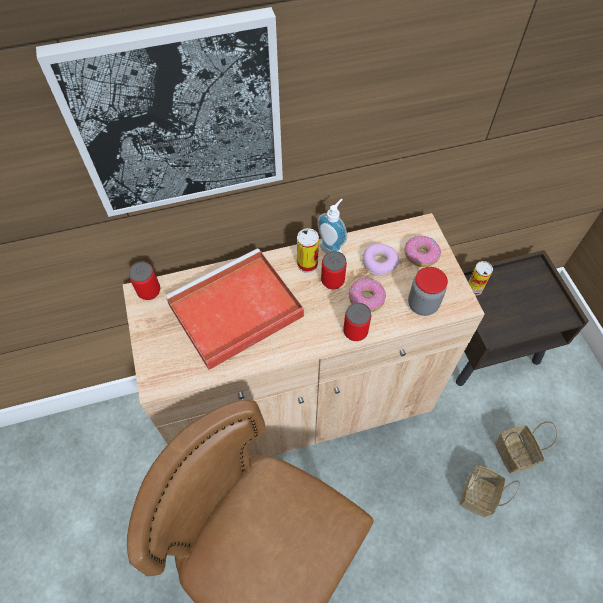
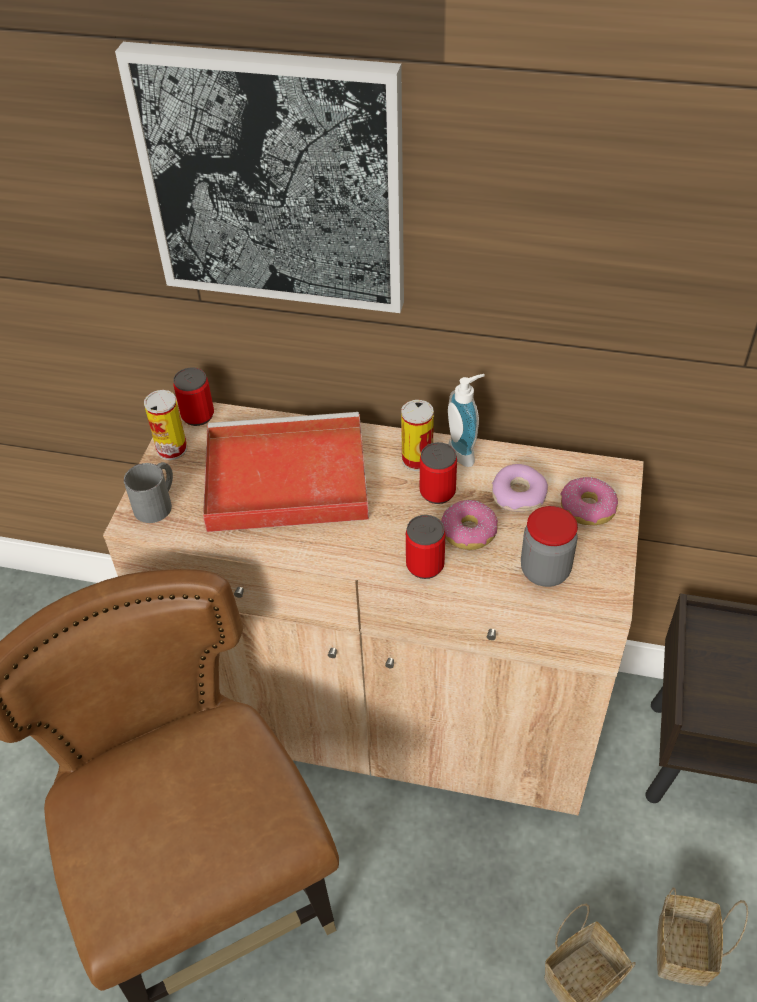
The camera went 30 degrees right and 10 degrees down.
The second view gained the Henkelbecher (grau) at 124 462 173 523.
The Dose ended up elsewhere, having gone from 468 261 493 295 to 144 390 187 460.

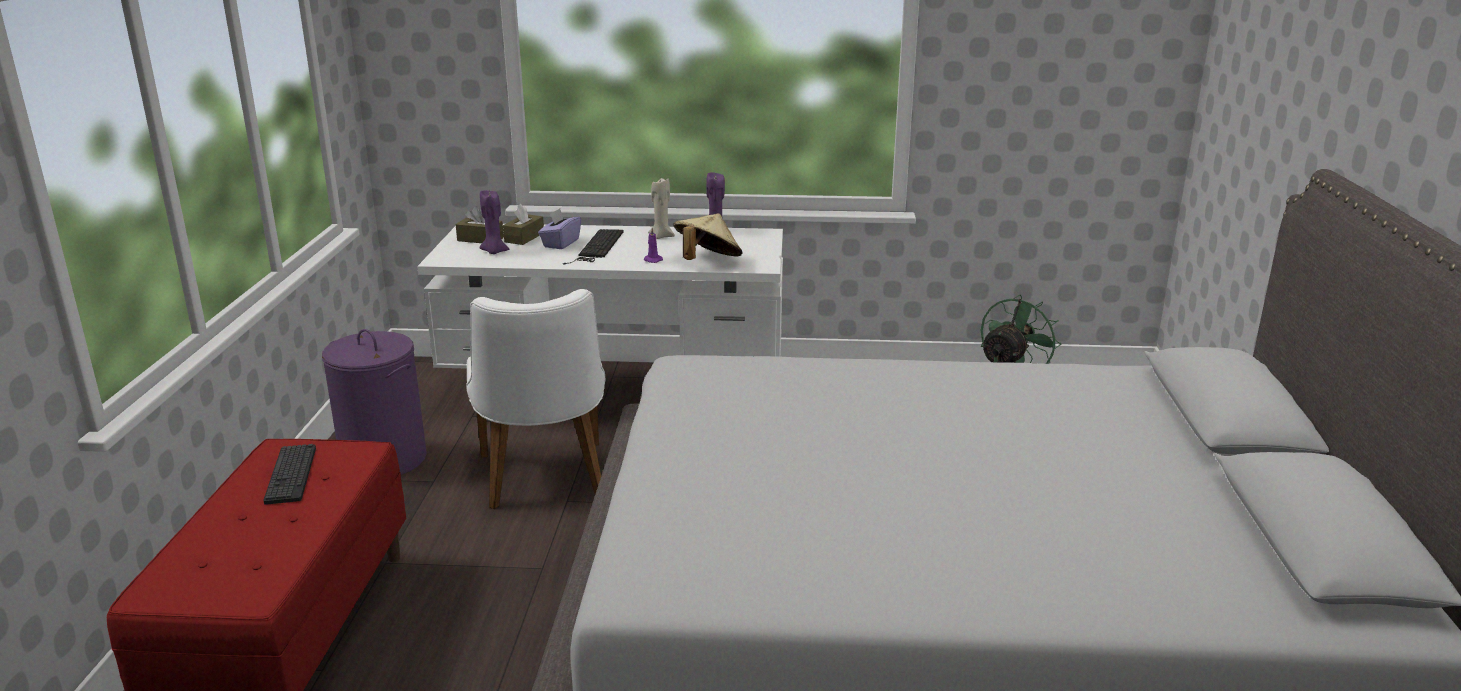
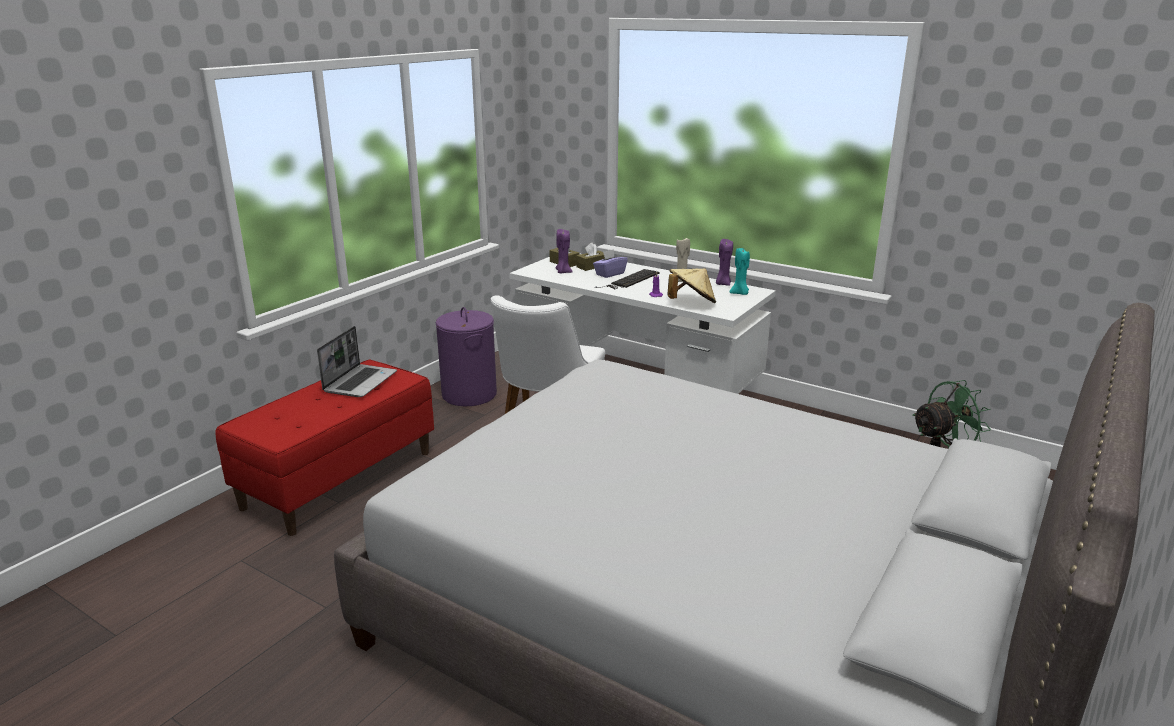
The camera went 30 degrees right and 0 degrees up.
The second view gained the Kerze (türkis) at 730 248 750 295.
Where the Tastatur stood at 263 444 316 505, the Laptop came to stand at 317 326 397 397.

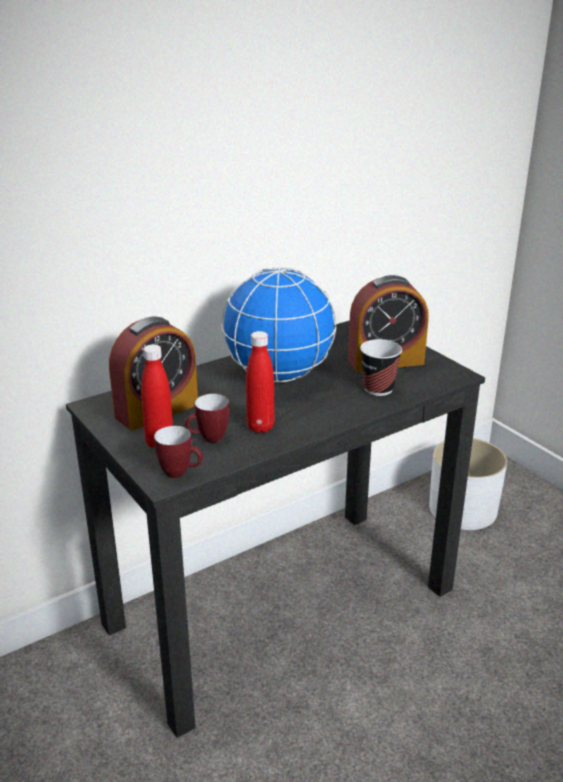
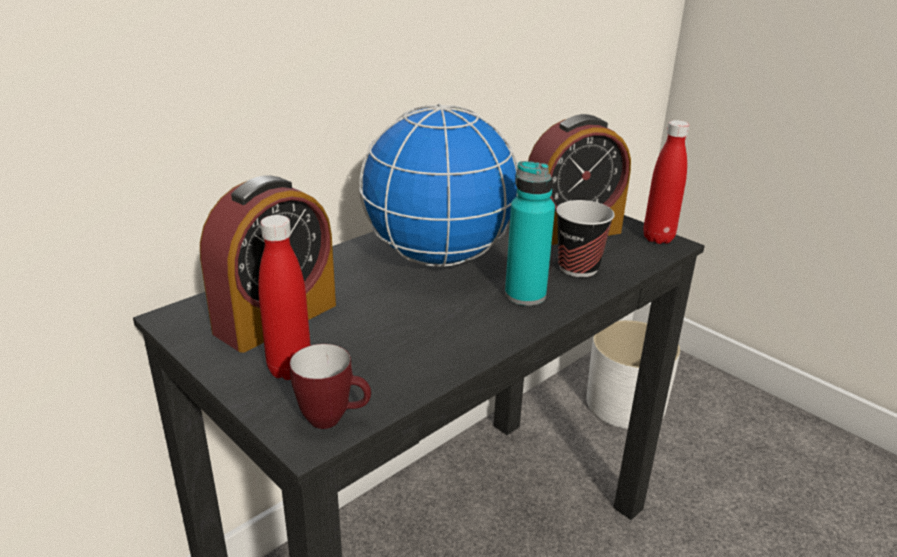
The camera went 10 degrees left and 0 degrees up.
The second view lost the Henkelbecher at 185 394 230 443.
The second view gained the Flasche (türkis) at 505 161 555 306.
The Flasche (rot) ended up elsewhere, having gone from 246 331 275 433 to 644 120 689 244.

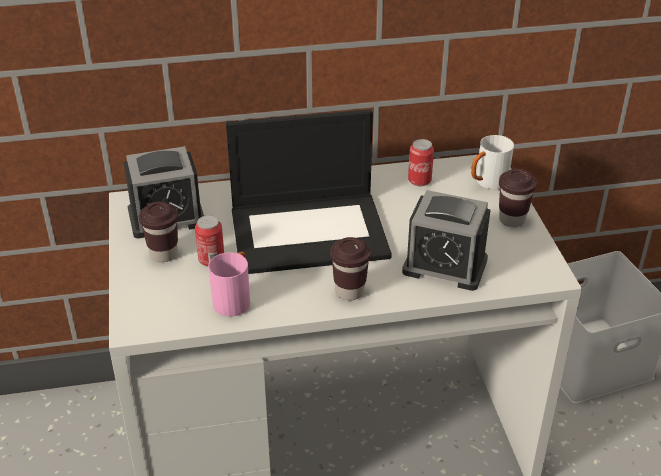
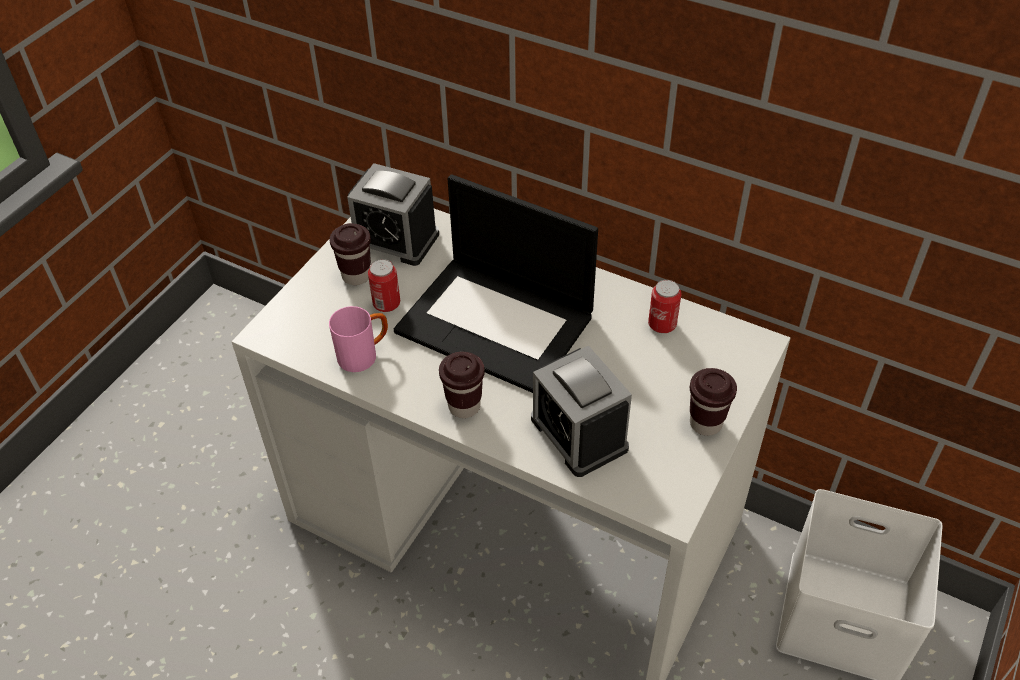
The camera went 40 degrees right and 10 degrees up.
The second view lost the Henkelbecher (weiß) at 471 135 514 189.

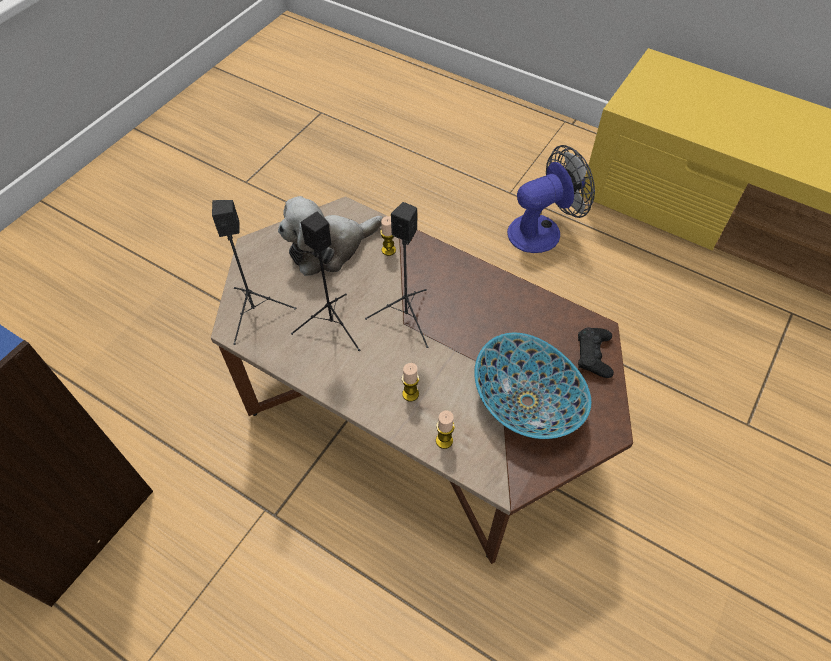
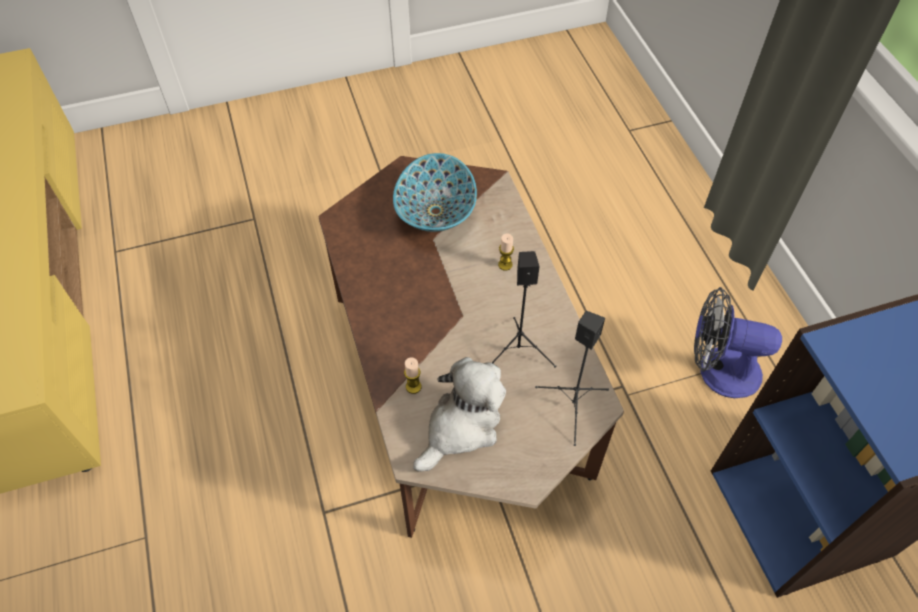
The camera went 140 degrees left and 0 degrees up.
The second view lost the Lautsprecher (schwarz) at 365 202 428 348.
The second view lost the Kerze at 436 410 455 449.
The second view lost the Gamepad (schwarz) at 578 327 614 378.
The Ventilator ended up elsewhere, having gone from 507 145 595 253 to 694 287 782 398.
The Plüschtier at 278 196 383 276 ended up facing another way, 60 degrees counterclockwise from before.

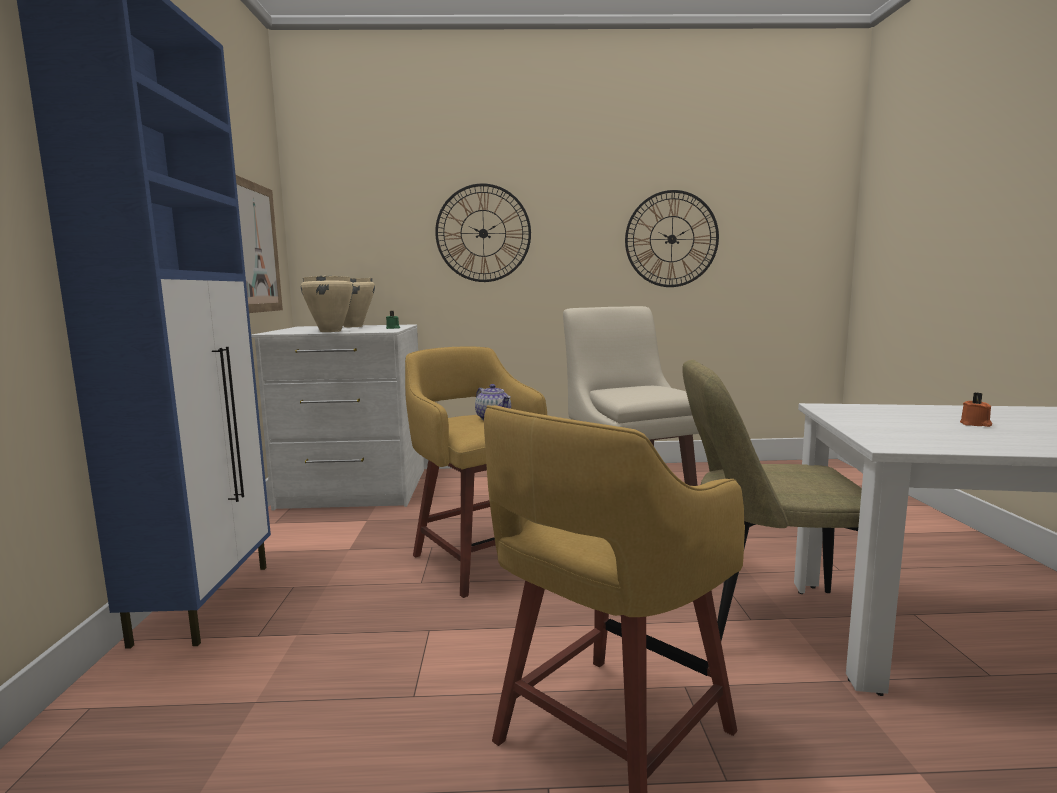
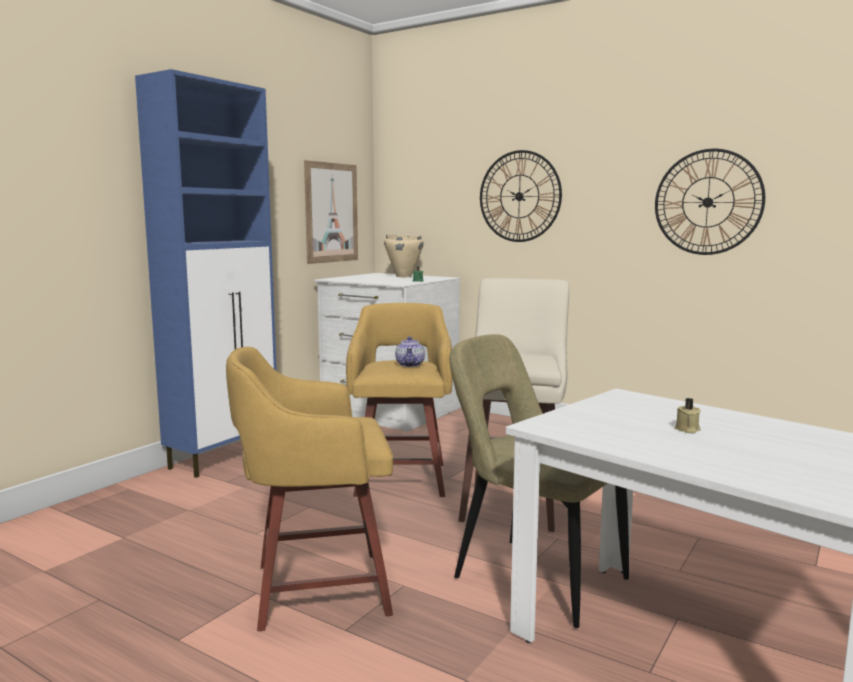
The camera went 35 degrees right and 0 degrees up.
The second view lost the Kochtopf (beige) at 301 275 354 332.
What was the Kerze (orange) at 960 393 992 427 turned into the Kerze (beige) at 675 398 701 433.

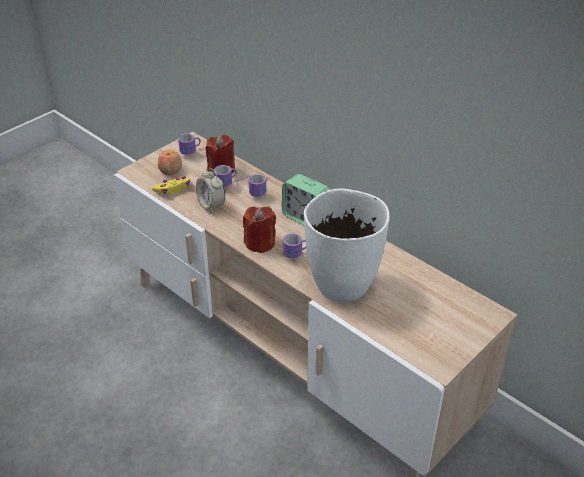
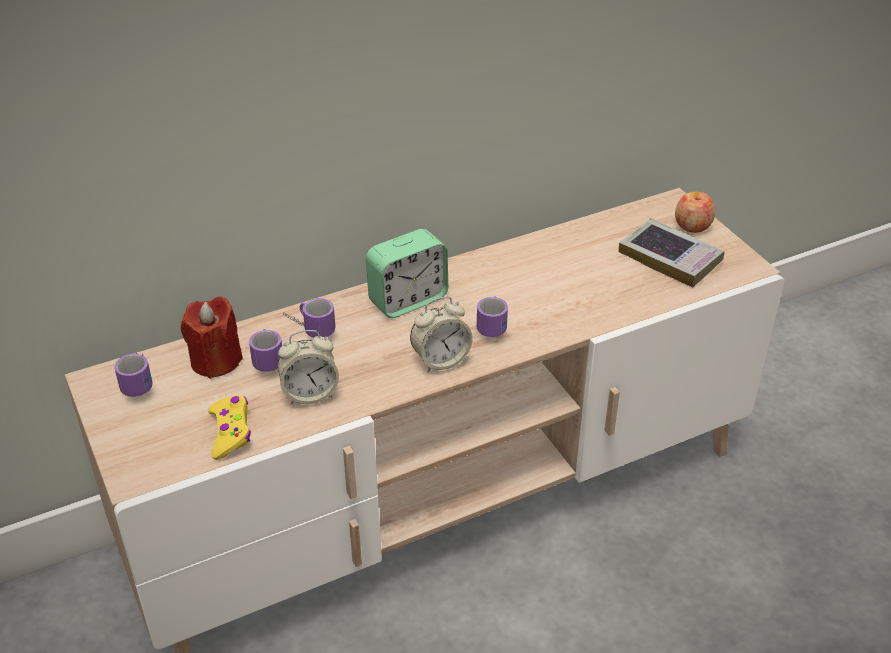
The camera went 70 degrees left and 0 degrees up.
The second view lost the Vase (weiß) at 304 189 390 303.
The second view gained the Buch at 619 218 725 287.
The Apfel ended up elsewhere, having gone from 158 150 182 175 to 675 192 715 233.
Where the Kerze (rot) stood at 243 206 276 253, the Wecker came to stand at 410 297 473 372.

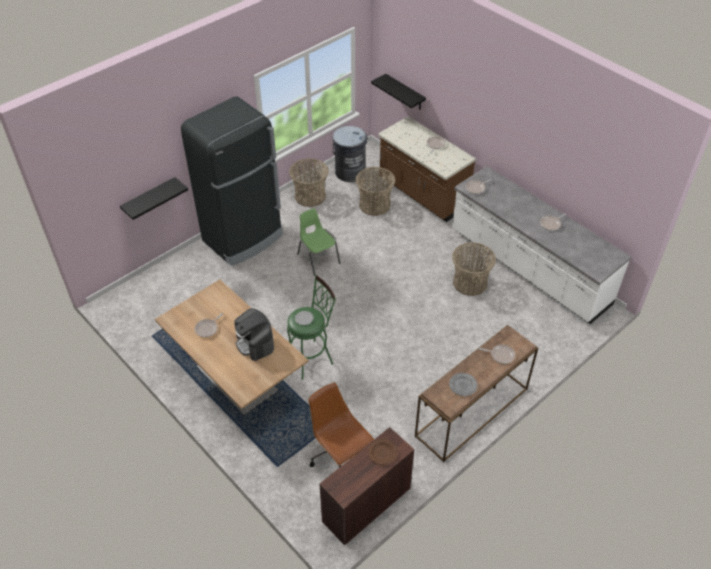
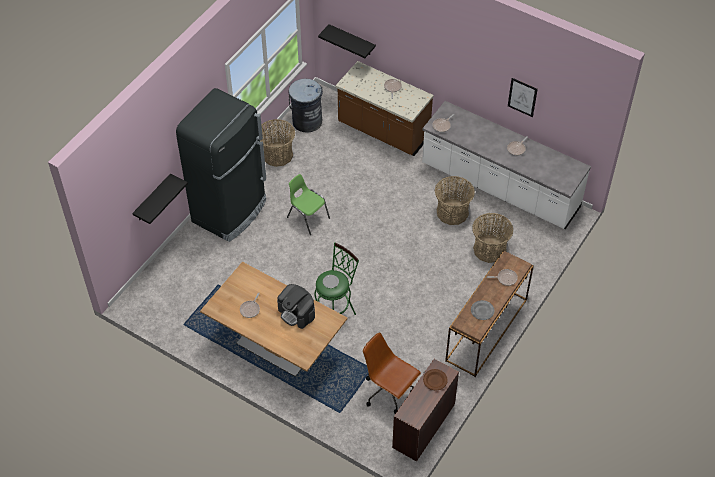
The camera went 15 degrees left and 5 degrees up.
The second view gained the Bild at 508 78 538 117.
The Korb ended up elsewhere, having gone from 355 167 396 216 to 472 213 513 263.

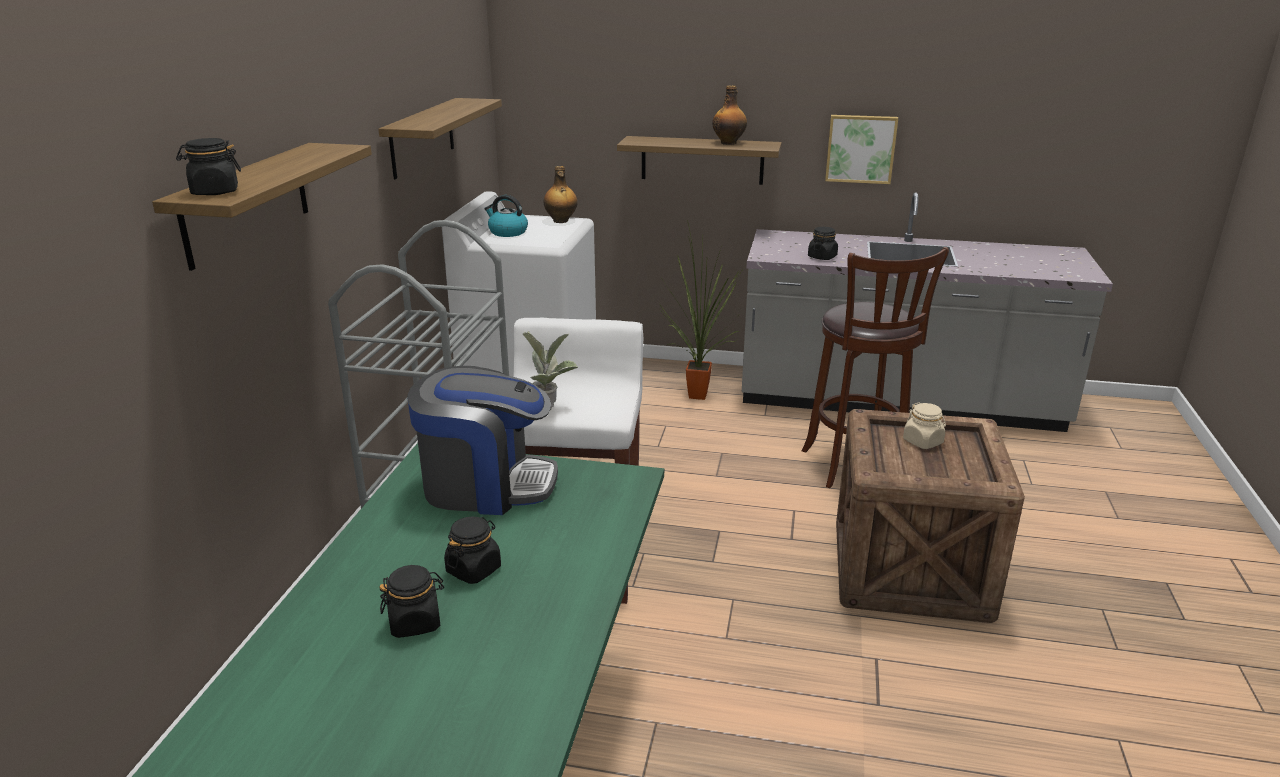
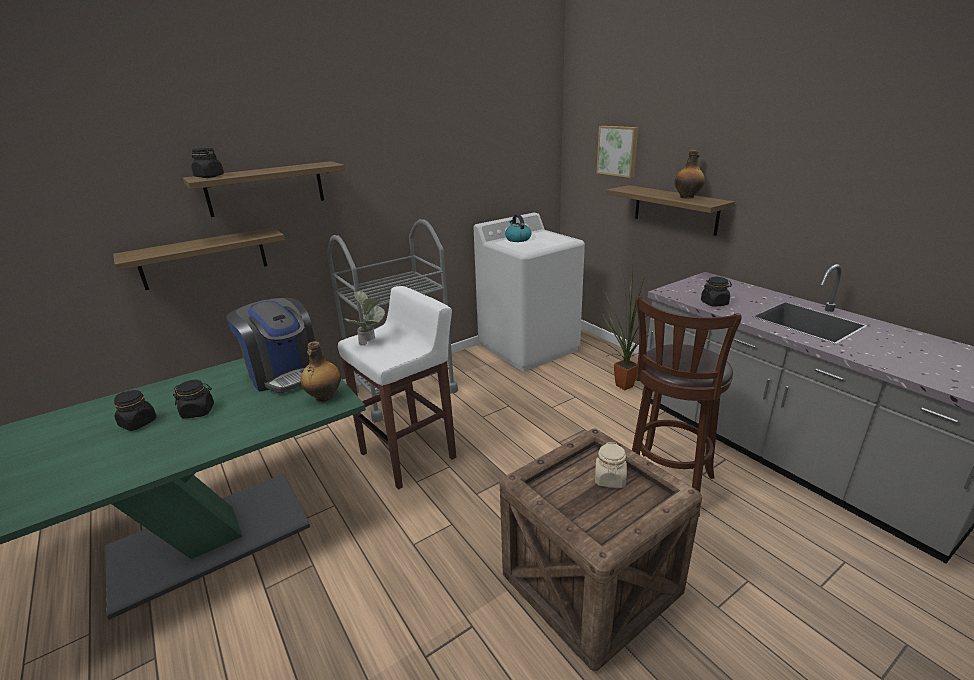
The camera went 45 degrees right and 0 degrees up.
The Wandregal ended up elsewhere, having gone from 378 98 502 179 to 113 227 285 290.
The Flasche ended up elsewhere, having gone from 543 166 578 223 to 301 342 341 402.
The Bild ended up elsewhere, having gone from 825 115 898 184 to 596 126 638 178.

